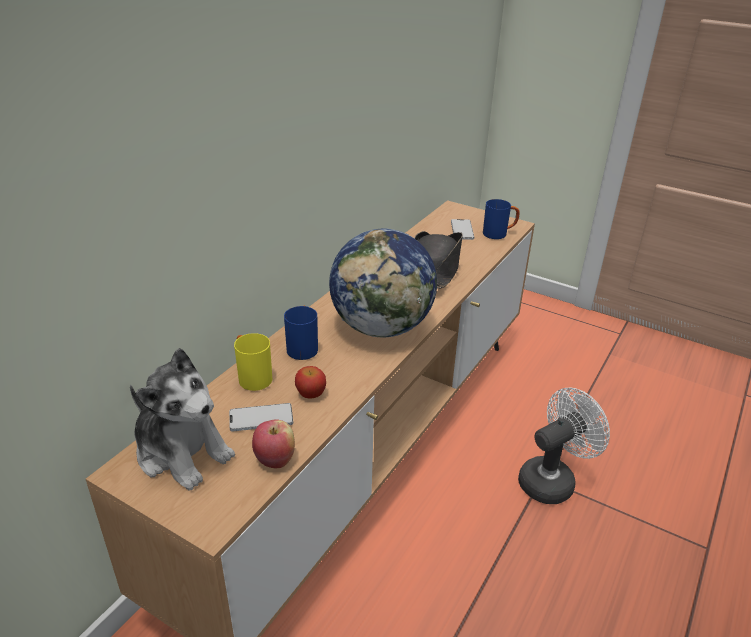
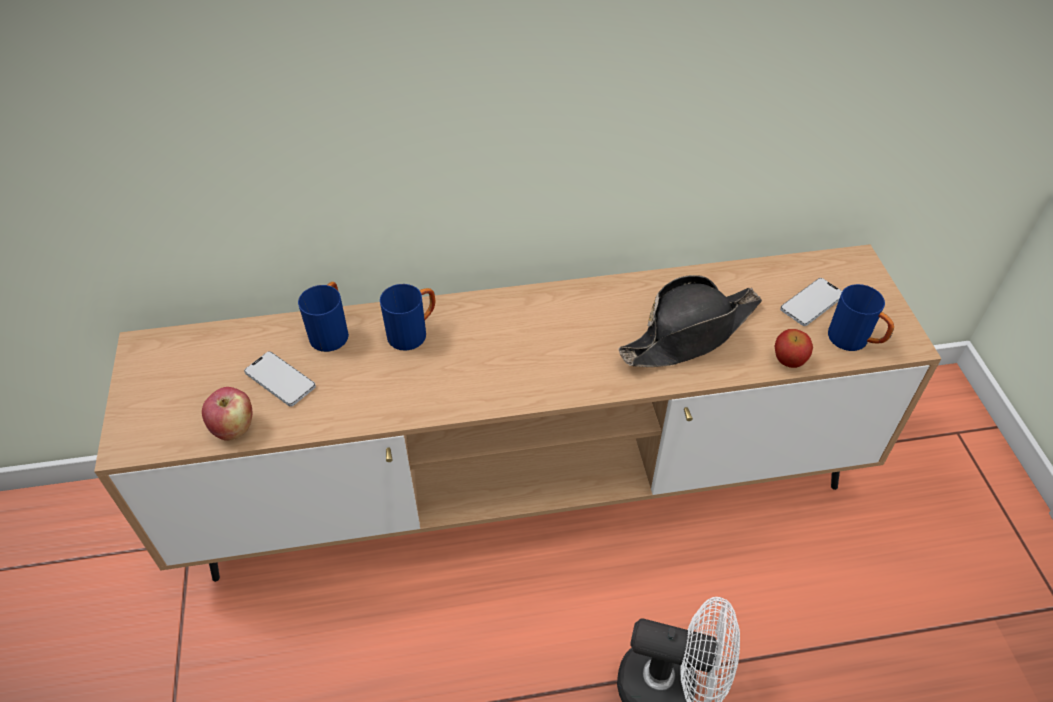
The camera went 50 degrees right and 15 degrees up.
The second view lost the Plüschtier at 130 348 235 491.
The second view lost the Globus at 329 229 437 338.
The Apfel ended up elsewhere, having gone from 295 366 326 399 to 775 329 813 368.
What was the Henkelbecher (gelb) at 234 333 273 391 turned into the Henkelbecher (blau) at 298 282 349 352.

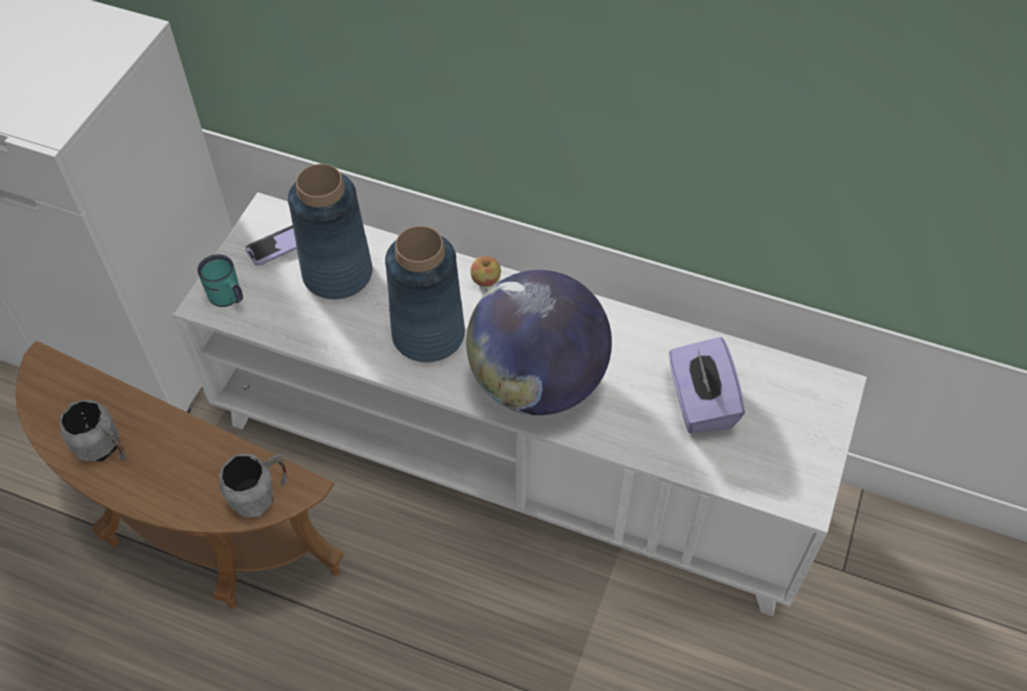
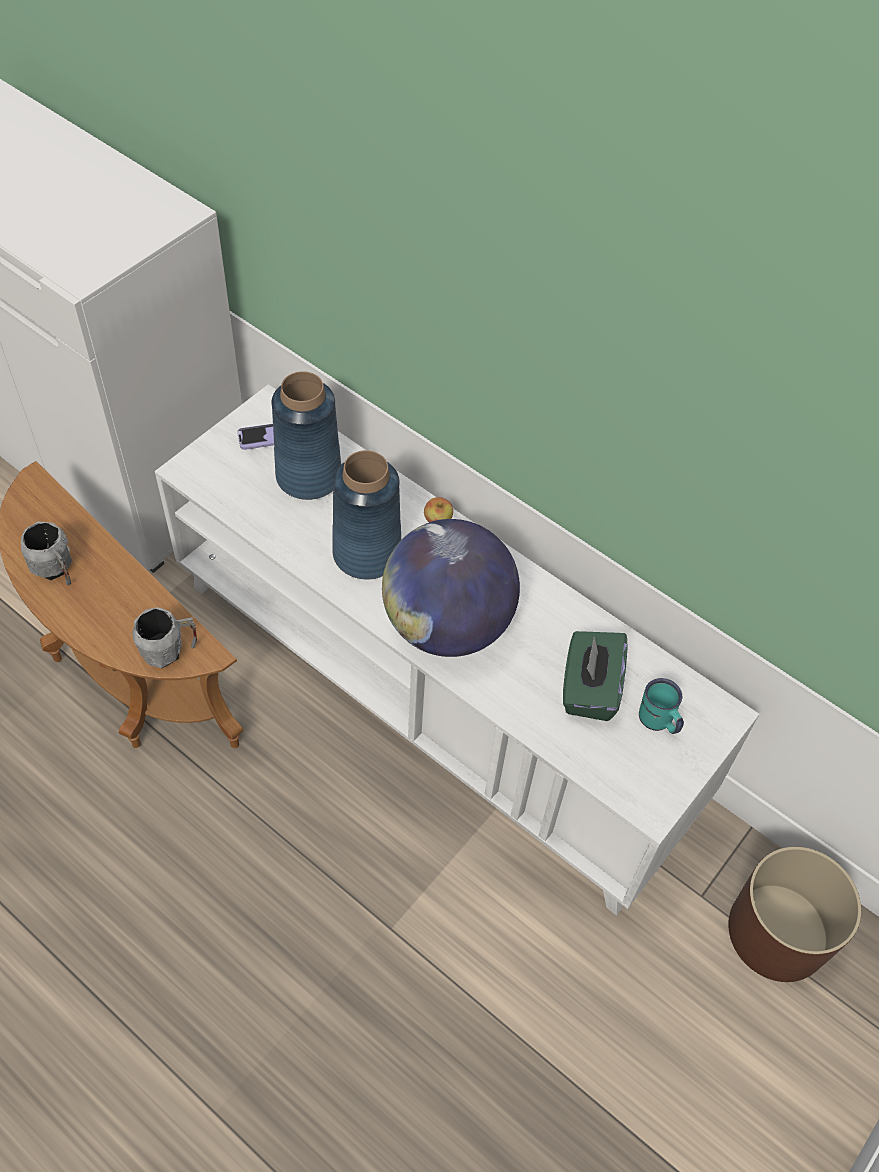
The camera went 15 degrees right and 0 degrees up.
The second view gained the Pflanzkübel (braun) at 728 847 861 982.
The Henkelbecher (türkis) ended up elsewhere, having gone from 198 254 243 307 to 639 678 684 734.
What was the Taschentuchbox (lila) at 669 337 745 433 turned into the Taschentuchbox (grün) at 563 631 628 721.

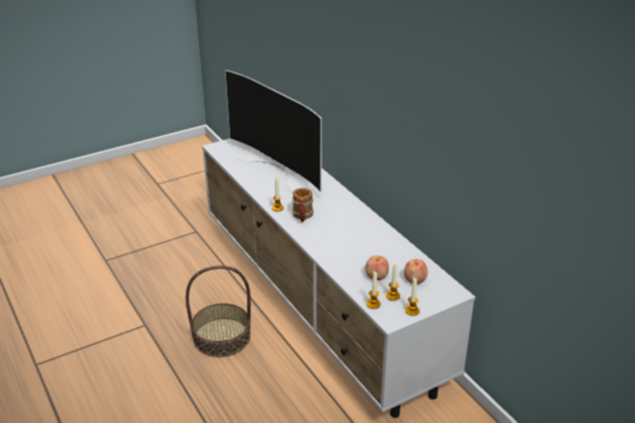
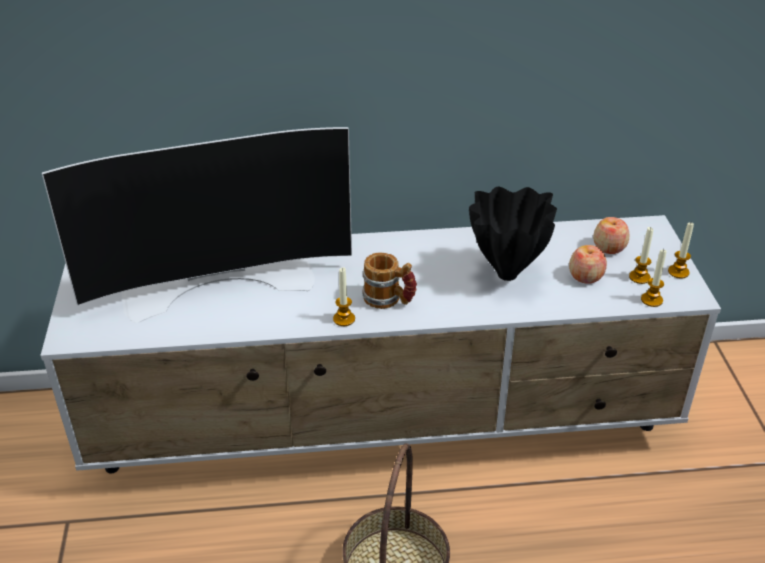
The camera went 65 degrees left and 5 degrees up.
The second view gained the Vase (schwarz) at 469 187 557 281.

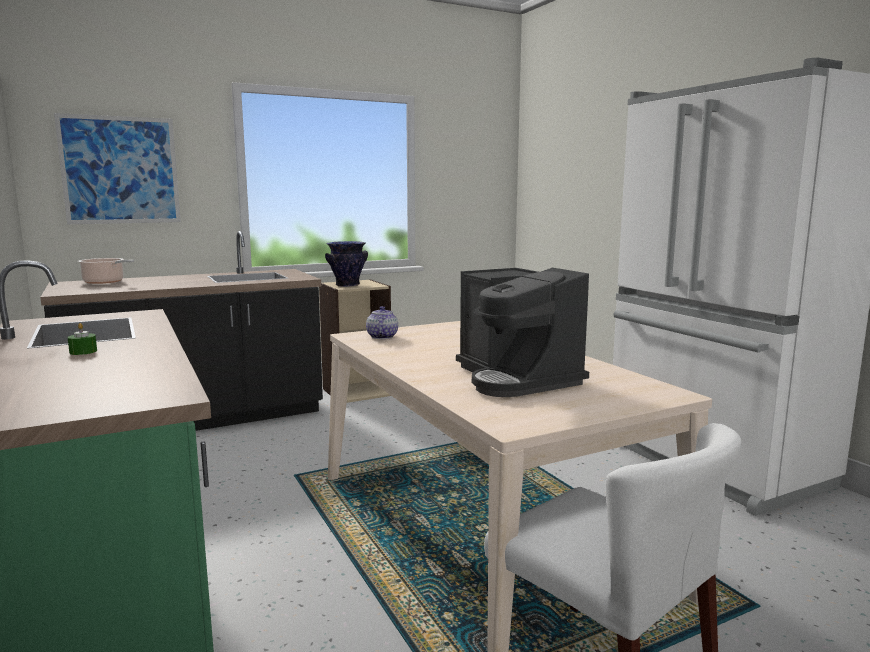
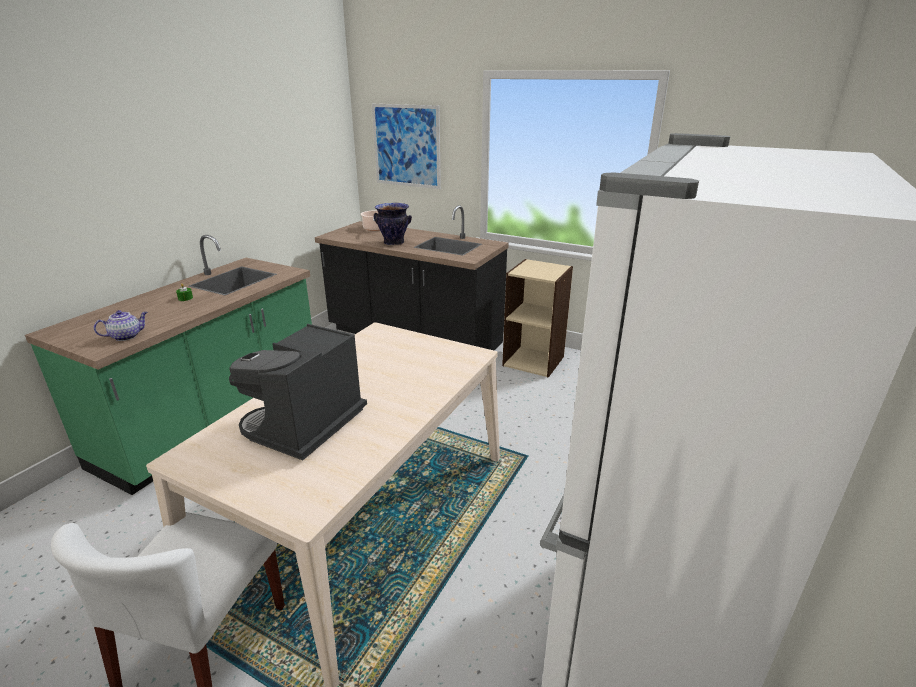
The camera went 55 degrees right and 15 degrees up.
The Vase ended up elsewhere, having gone from 325 241 368 287 to 374 203 412 246.
The Teekanne ended up elsewhere, having gone from 366 306 398 339 to 94 310 148 341.

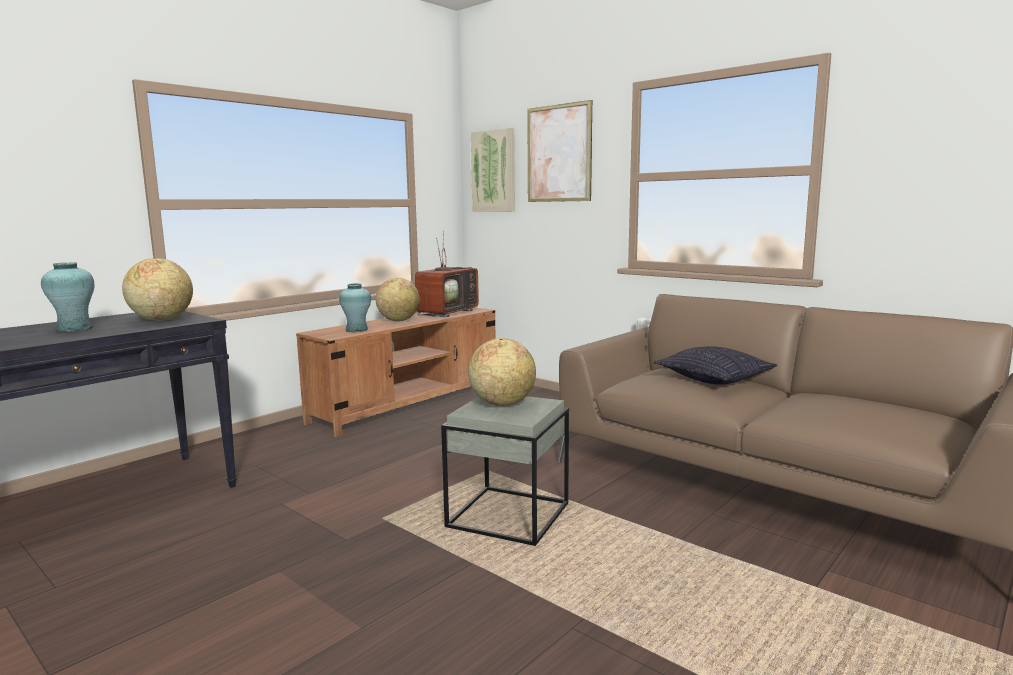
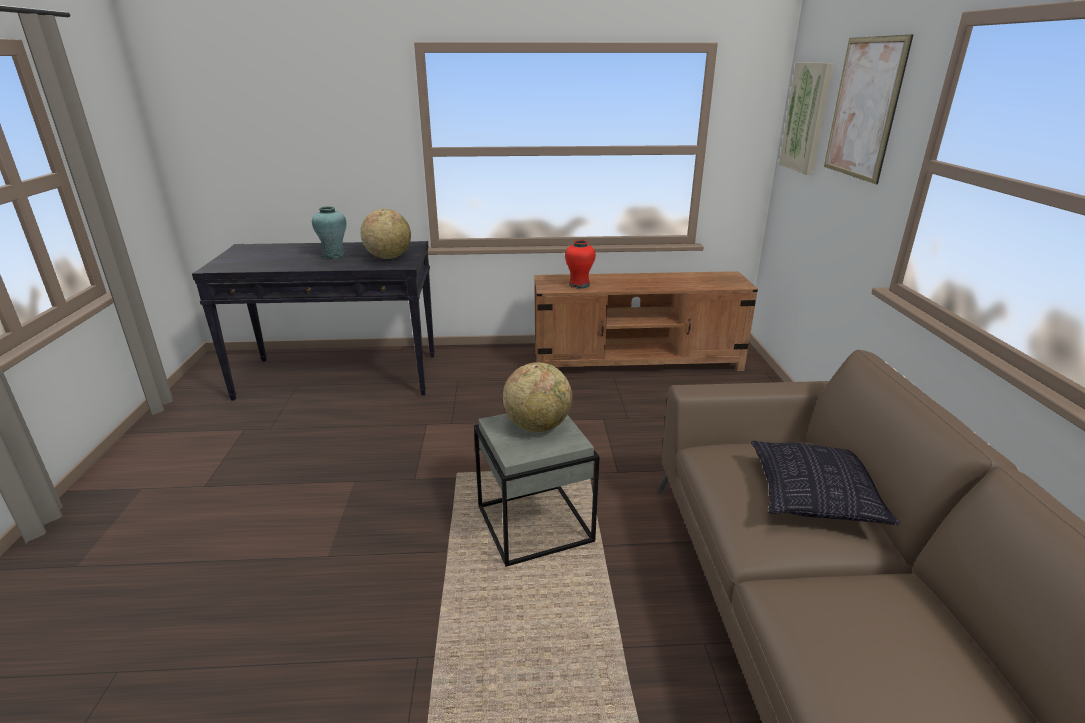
The camera went 45 degrees right and 15 degrees up.
The second view lost the Globus at 375 278 420 322.
The second view lost the Fernseher at 415 231 479 317.
What was the Vase (türkis) at 339 283 371 332 turned into the Vase (rot) at 565 240 596 289.

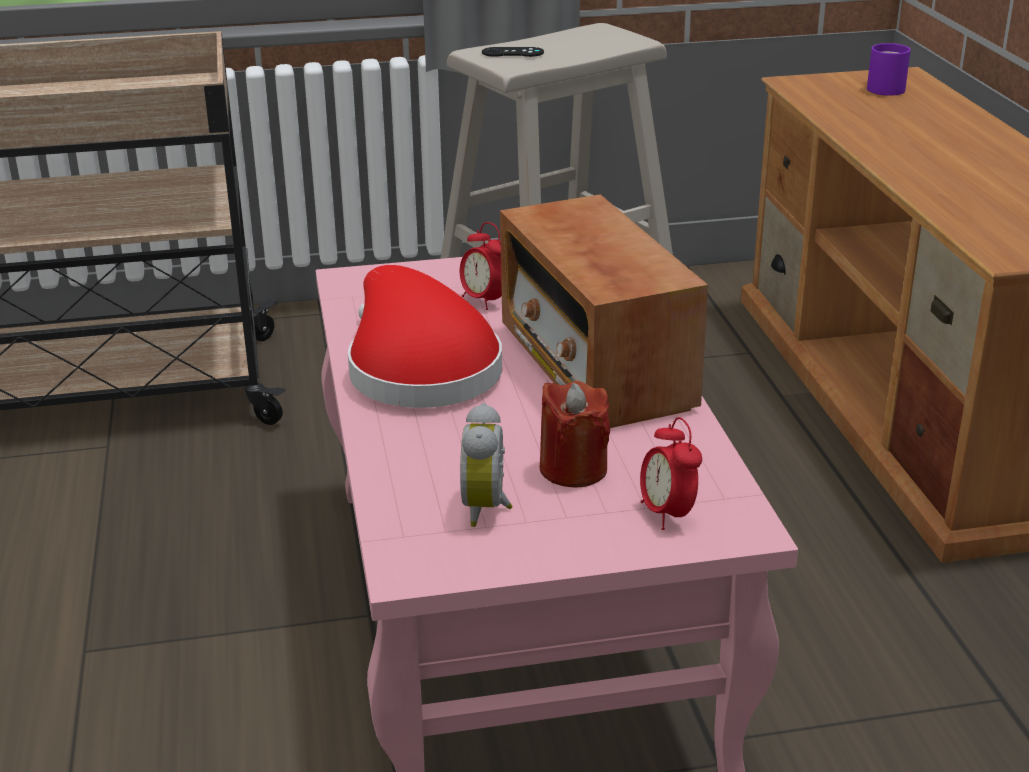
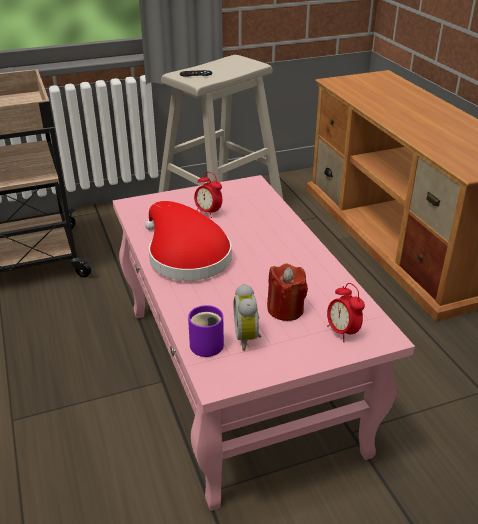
The camera went 10 degrees left and 5 degrees up.
The second view lost the Radio at 500 194 708 428.
The Henkelbecher (lila) ended up elsewhere, having gone from 867 43 911 96 to 188 305 224 357.

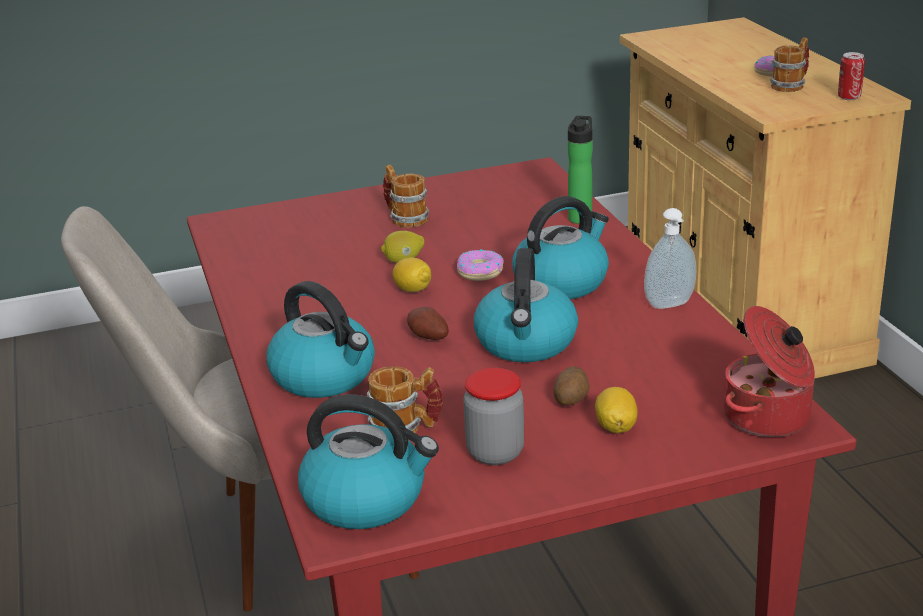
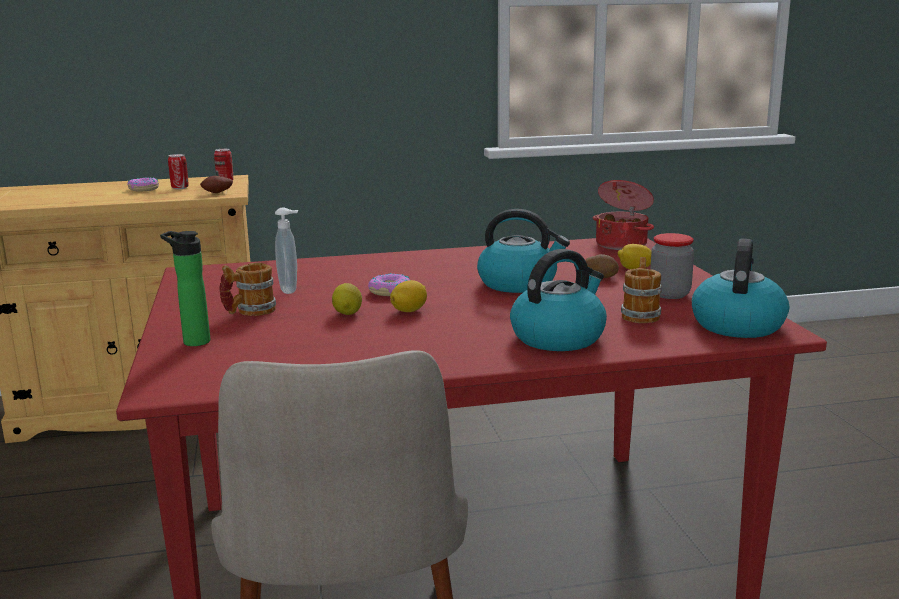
The camera went 85 degrees left and 10 degrees down.
The second view lost the Wasserkessel at 512 196 609 299.
The Kartoffel ended up elsewhere, having gone from 407 307 449 340 to 200 176 233 193.
The Flasche ended up elsewhere, having gone from 568 116 593 224 to 160 231 210 346.
The Seifenspender ended up elsewhere, having gone from 644 208 696 309 to 275 207 298 294.
Where the Henkelbecher stood at 770 37 809 92, the Dose came to stand at 168 154 189 189.

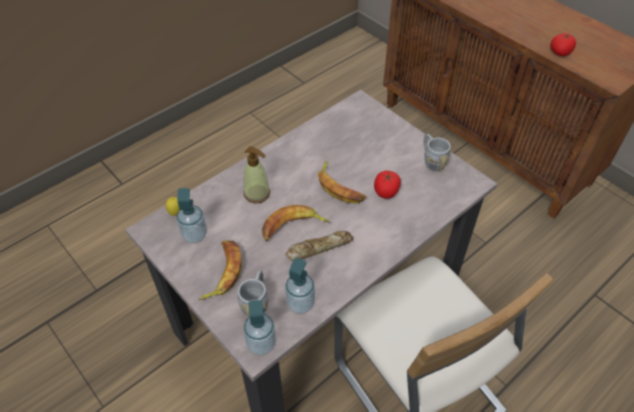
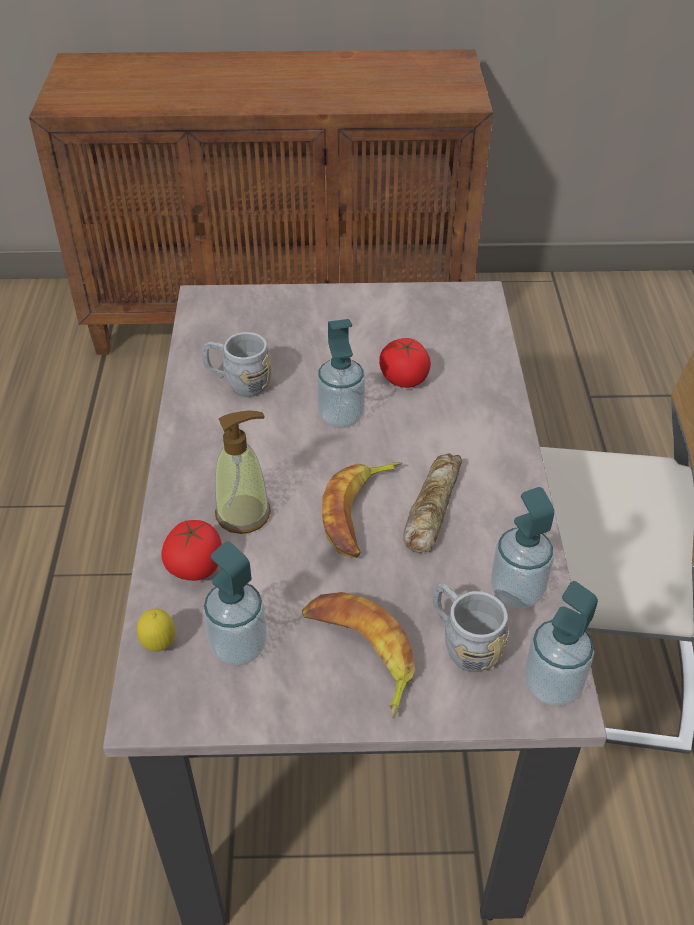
The camera went 50 degrees left and 5 degrees down.
The Henkelbecher (grau) ended up elsewhere, having gone from 423 134 451 171 to 201 332 272 397.
The Tomate ended up elsewhere, having gone from 550 33 576 56 to 161 520 222 581.
Where the Banane stood at 318 160 366 203, the Seifenspender came to stand at 317 319 365 428.

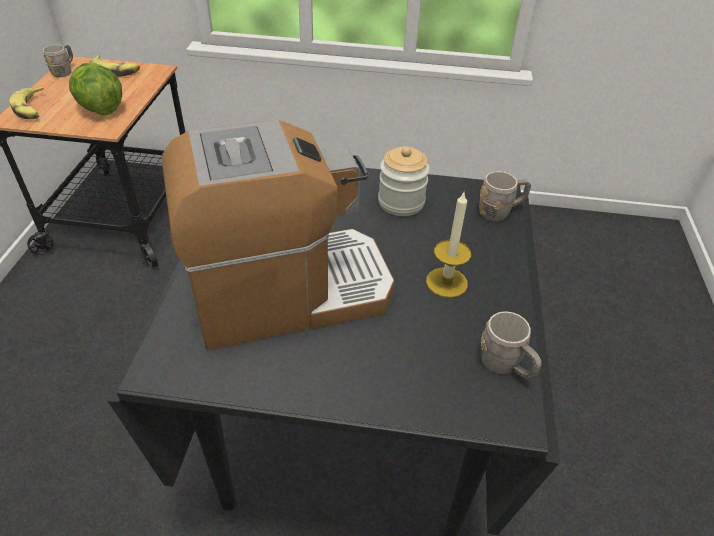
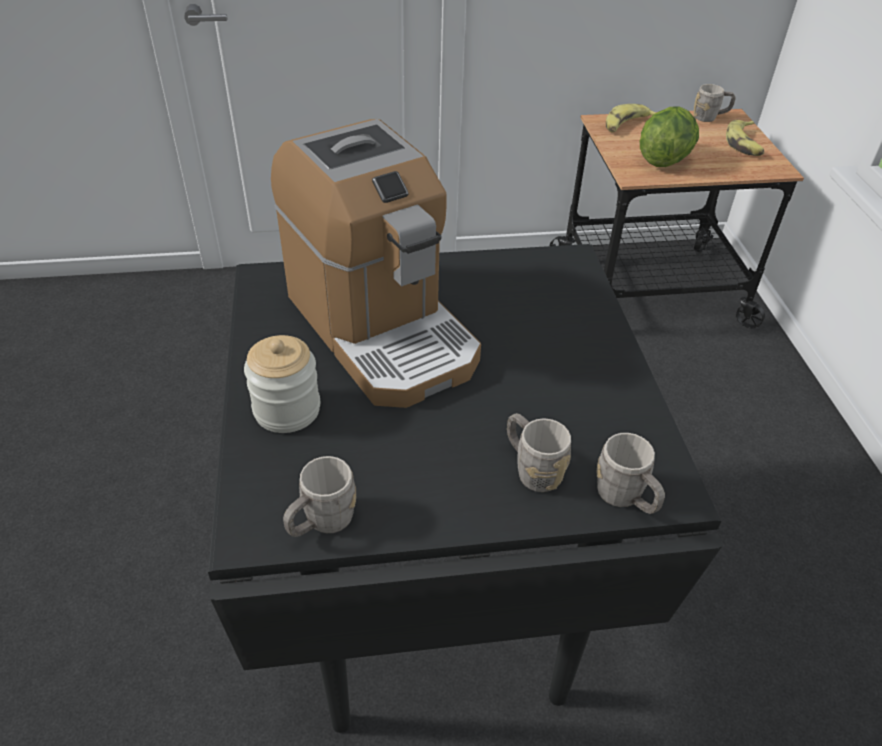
The camera went 75 degrees right and 0 degrees up.
The second view lost the Kerze at 426 192 471 298.
The second view gained the Henkelbecher (grau) at 507 413 571 492.
The Vorratsglas ended up elsewhere, having gone from 378 147 430 216 to 244 335 320 433.

